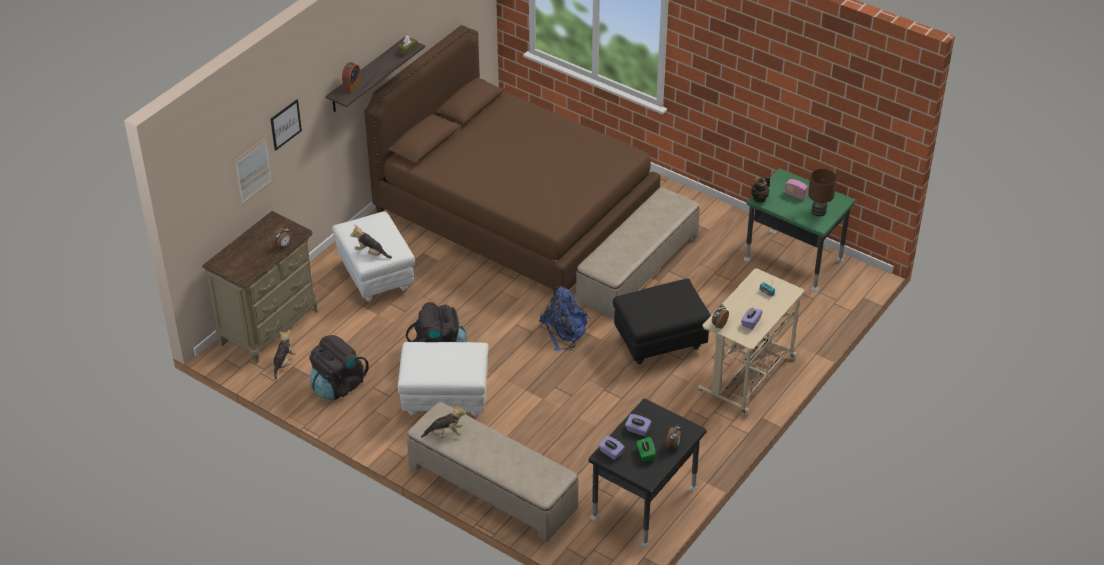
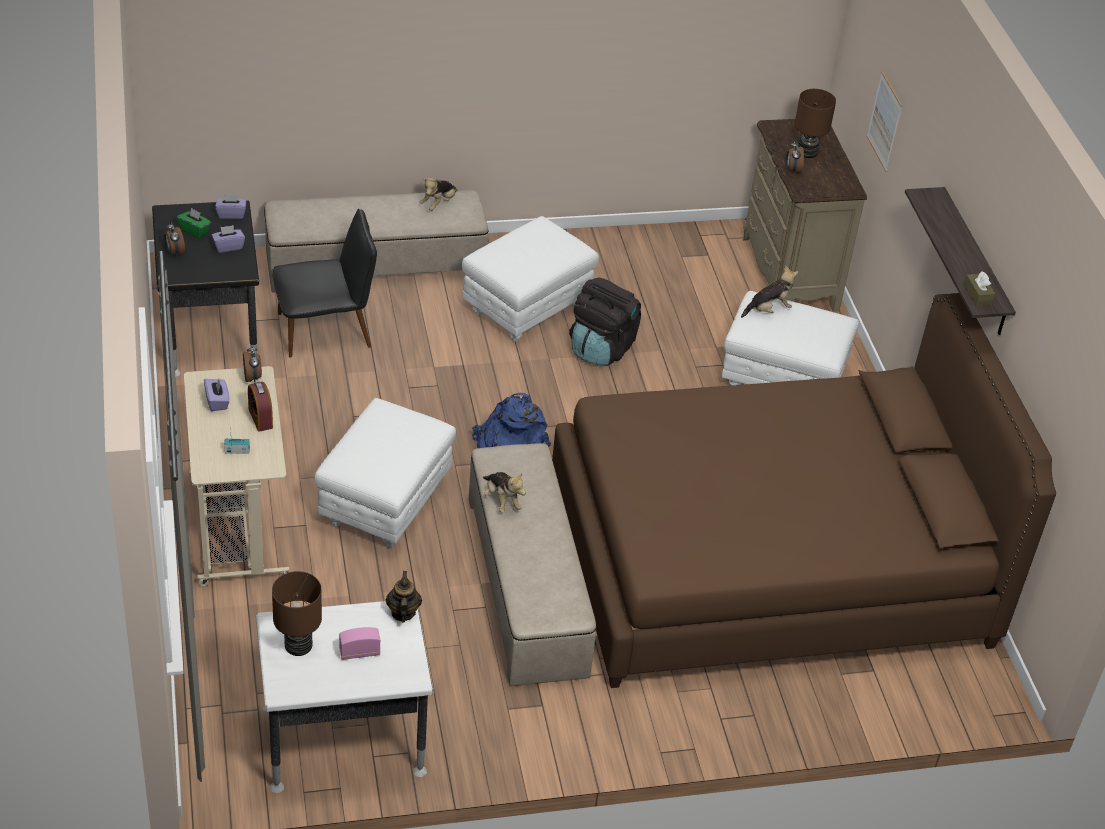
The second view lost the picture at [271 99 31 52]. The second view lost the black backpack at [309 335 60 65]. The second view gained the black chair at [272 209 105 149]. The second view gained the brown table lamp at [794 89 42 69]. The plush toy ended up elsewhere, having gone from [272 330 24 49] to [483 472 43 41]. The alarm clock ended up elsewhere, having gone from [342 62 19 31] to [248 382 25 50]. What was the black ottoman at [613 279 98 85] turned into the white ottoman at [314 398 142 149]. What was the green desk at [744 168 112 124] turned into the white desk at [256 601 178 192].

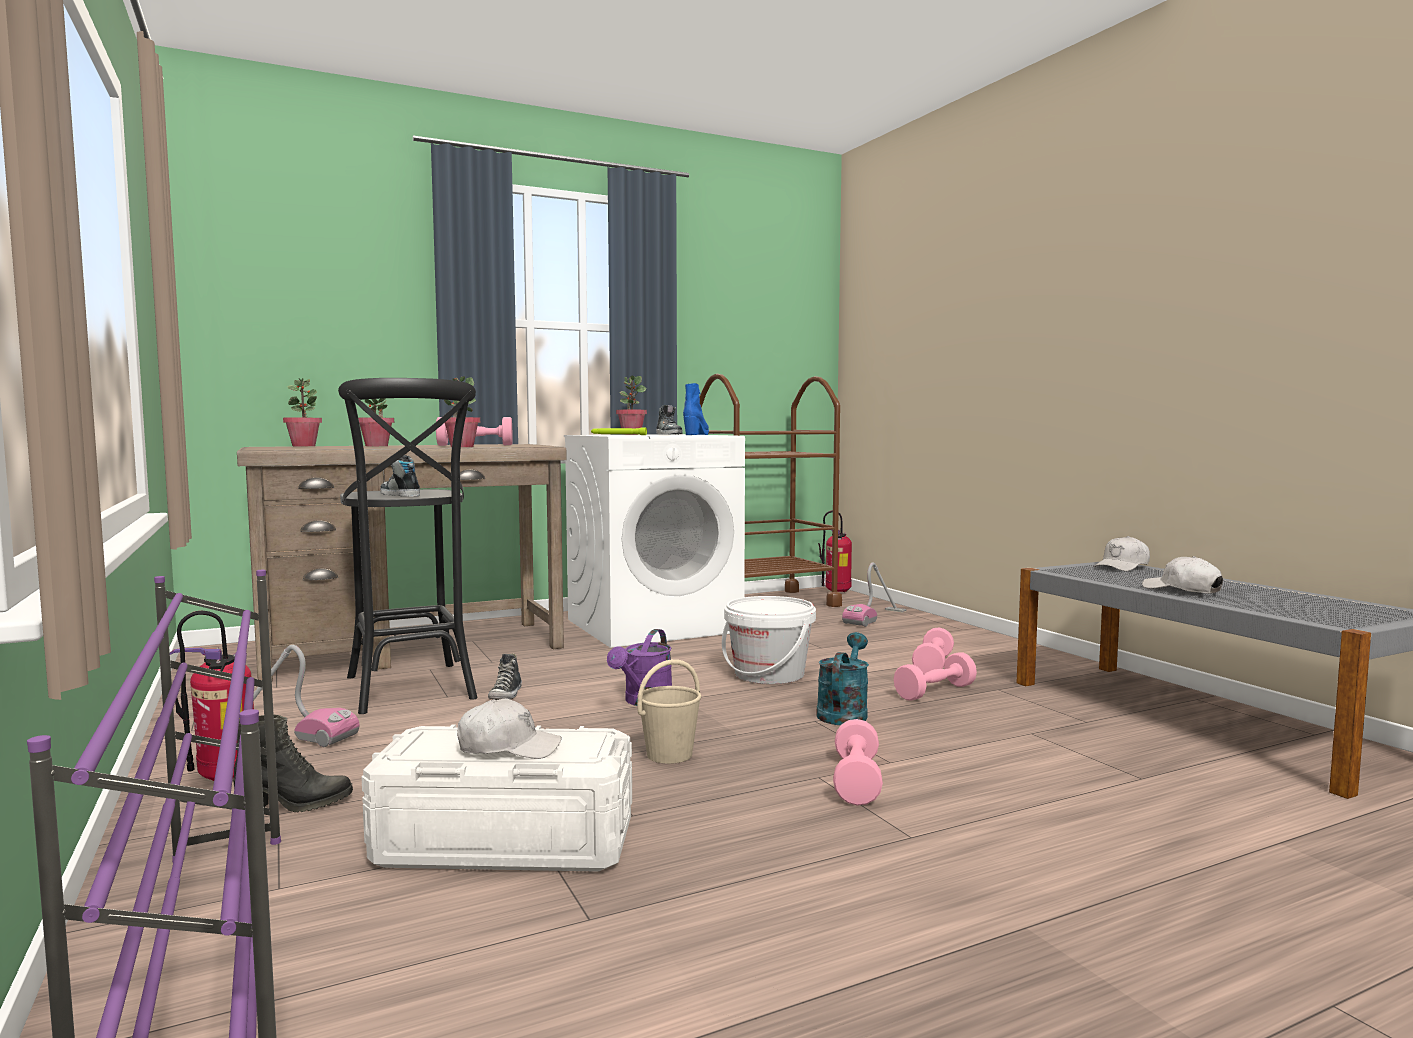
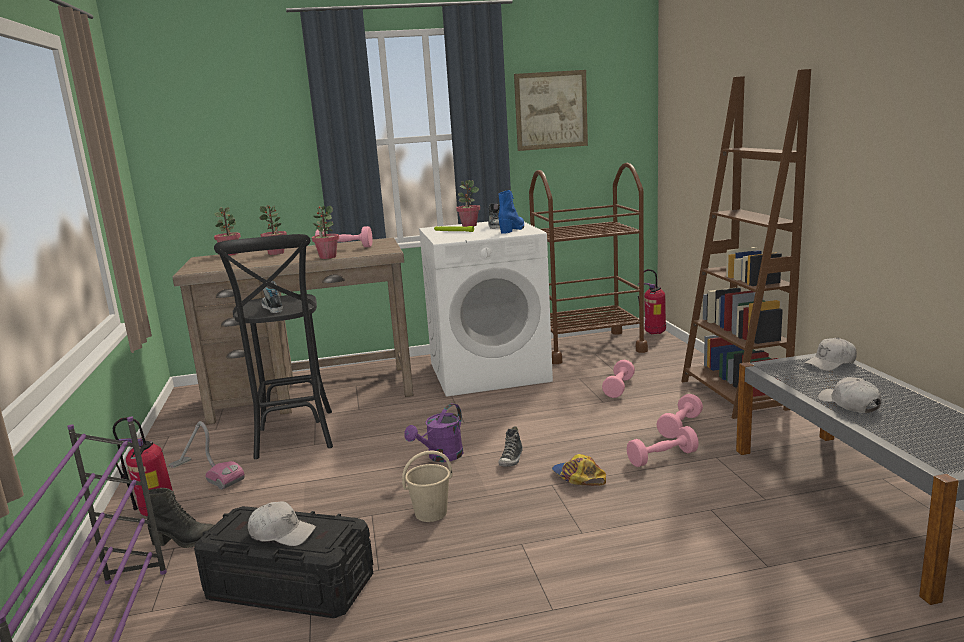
The second view lost the white bucket at [722 596 94 88]. The second view lost the vacuum cleaner at [842 562 64 65]. The second view gained the picture at [514 70 74 81]. The second view gained the brown bookcase at [681 69 130 350]. The shoe ended up elsewhere, having gone from [488 653 34 47] to [498 426 25 41]. The pink dumbbell ended up elsewhere, having gone from [833 719 50 87] to [602 360 33 38]. Where the turquoise watering can stood at [816 632 53 93], the cap came to stand at [552 454 54 32]. What was the white storage box at [362 725 270 147] turned into the black storage box at [194 506 179 112].

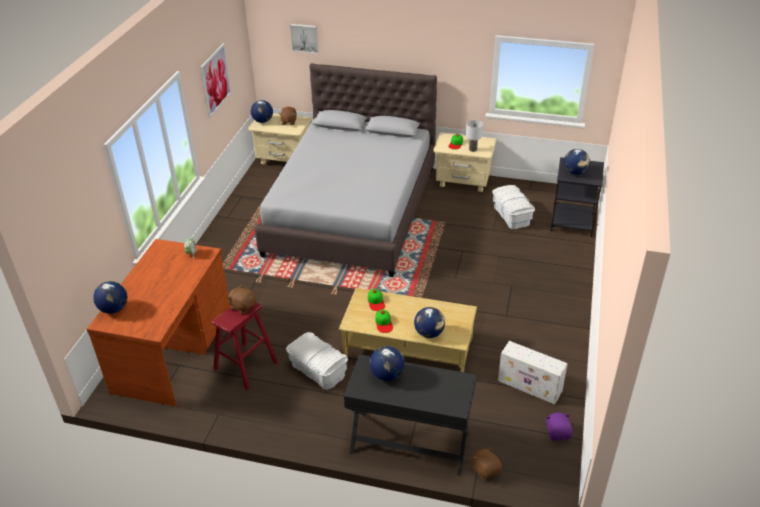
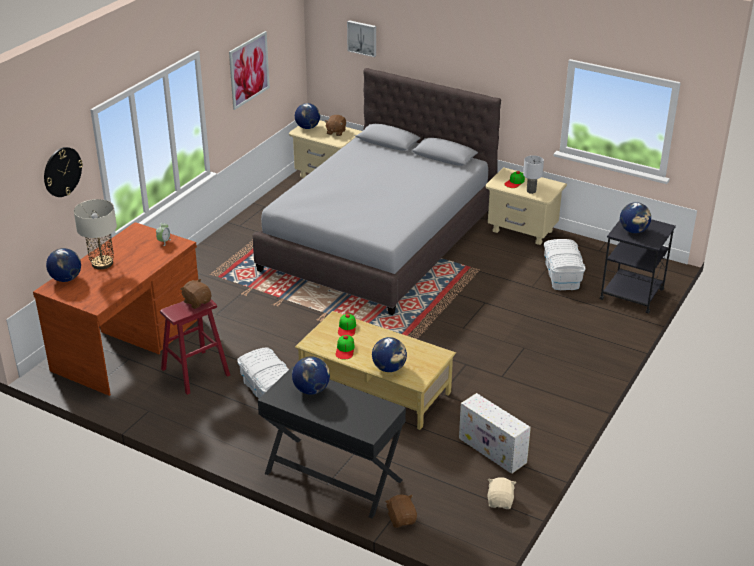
The second view gained the wall clock at [44 147 39 50]. The second view gained the table lamp at [74 199 43 71]. What was the purple plush toy at [546 413 27 28] turned into the beige plush toy at [488 477 28 32].

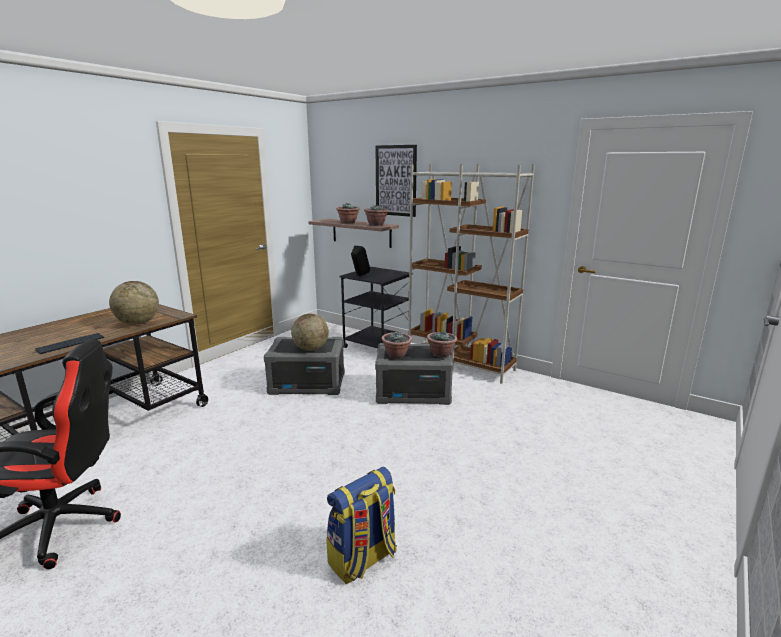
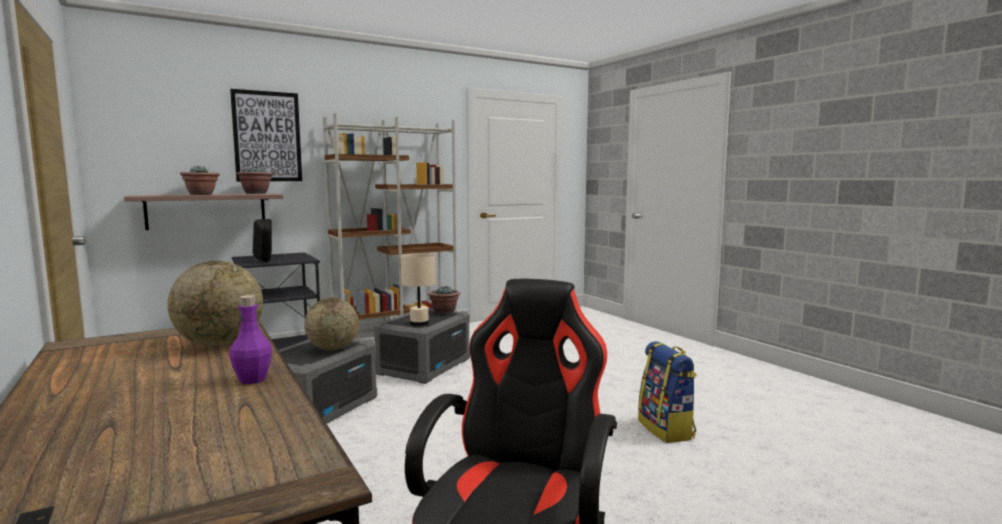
Where the keyboard stood at [35 333 69 21], the purple bottle came to stand at [229 295 43 89]. Where the potted plant stood at [382 332 30 27], the beige table lamp came to stand at [401 253 35 73].

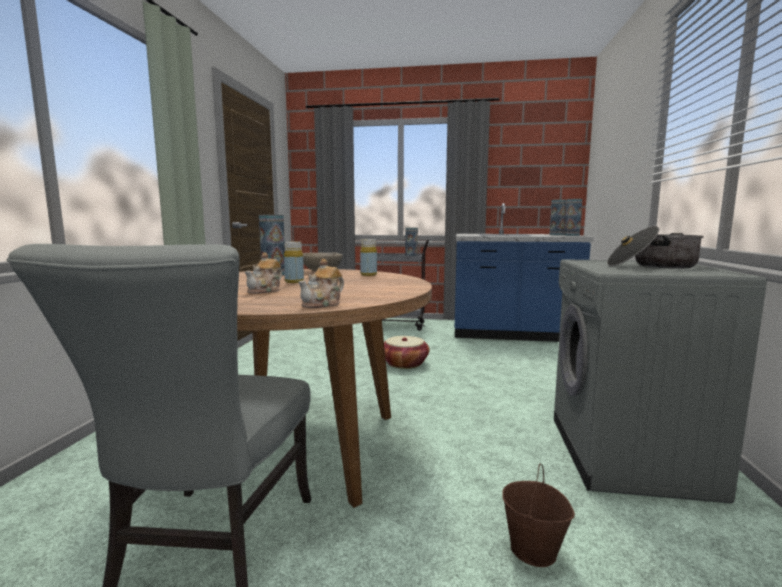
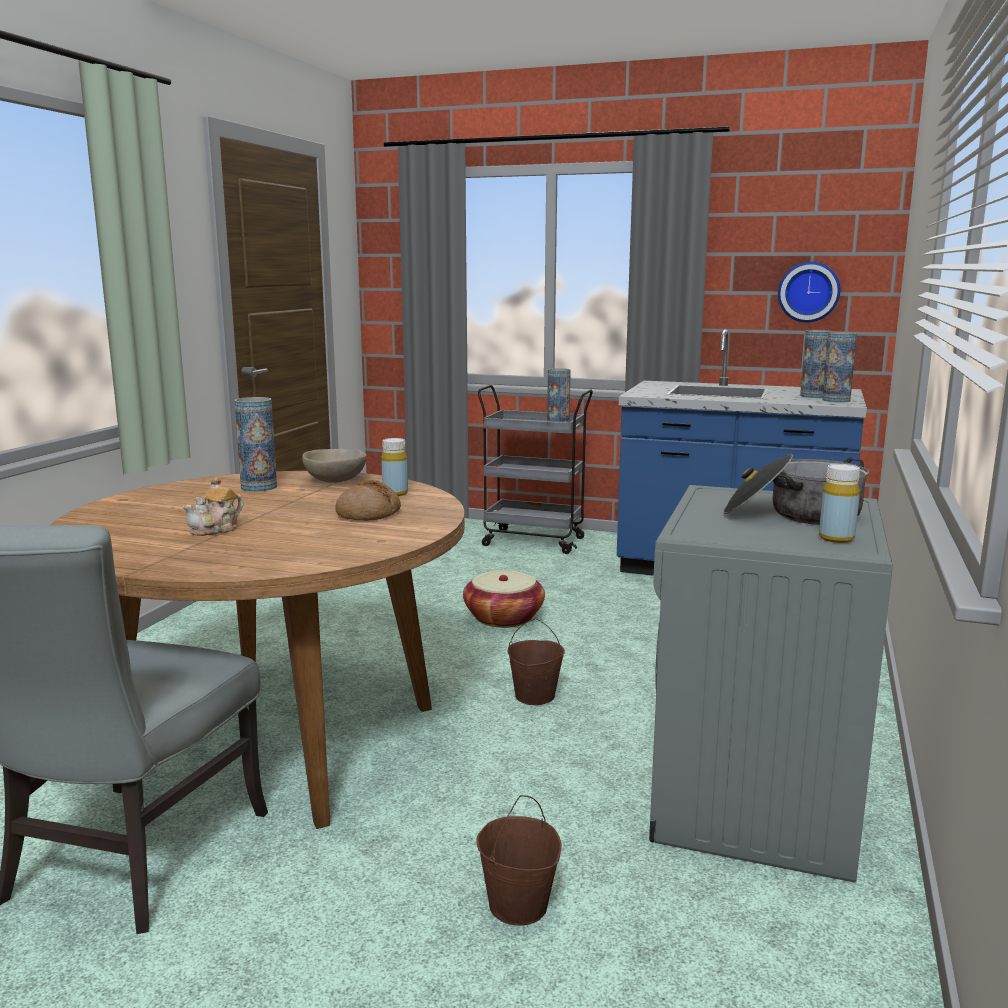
The second view lost the teapot at [298 259 46 49]. The second view gained the bread at [335 480 66 41]. The second view gained the brown bucket at [507 619 58 86]. The second view gained the wall clock at [778 262 62 60]. The yellow bottle ended up elsewhere, having gone from [284 241 20 42] to [819 464 41 79].

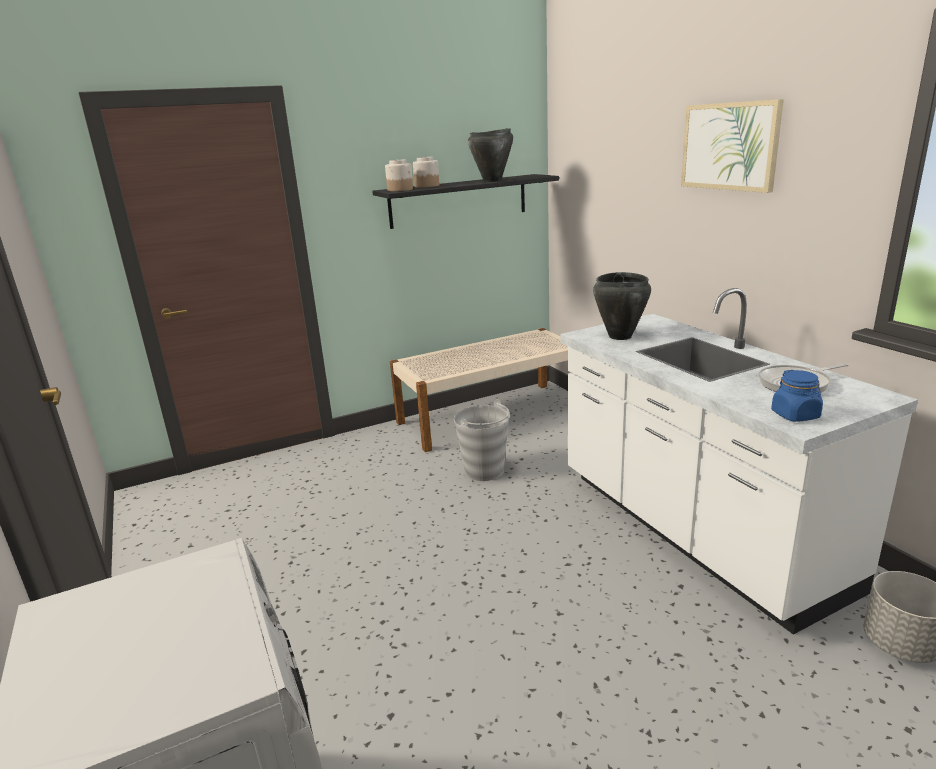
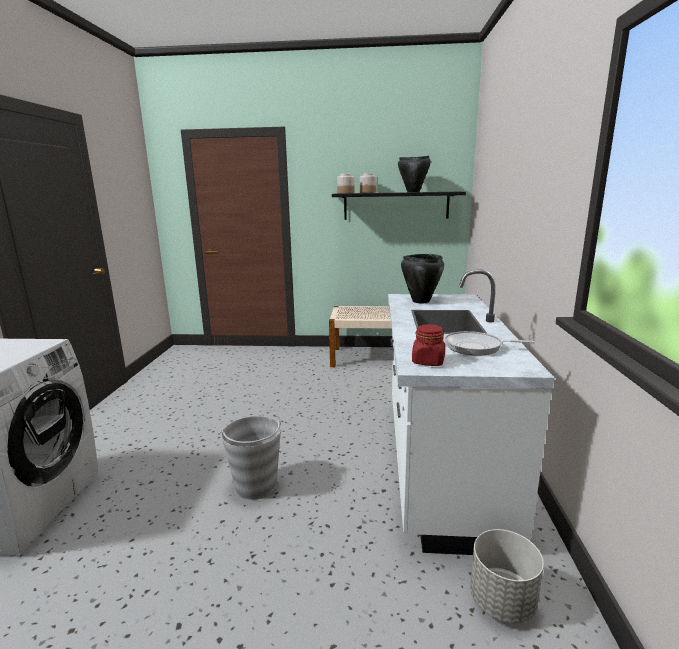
The second view lost the picture at [681 99 103 94]. The grey bucket ended up elsewhere, having gone from [454 399 56 82] to [218 416 65 84]. What was the blue jar at [771 370 52 52] turned into the red jar at [412 324 33 42].

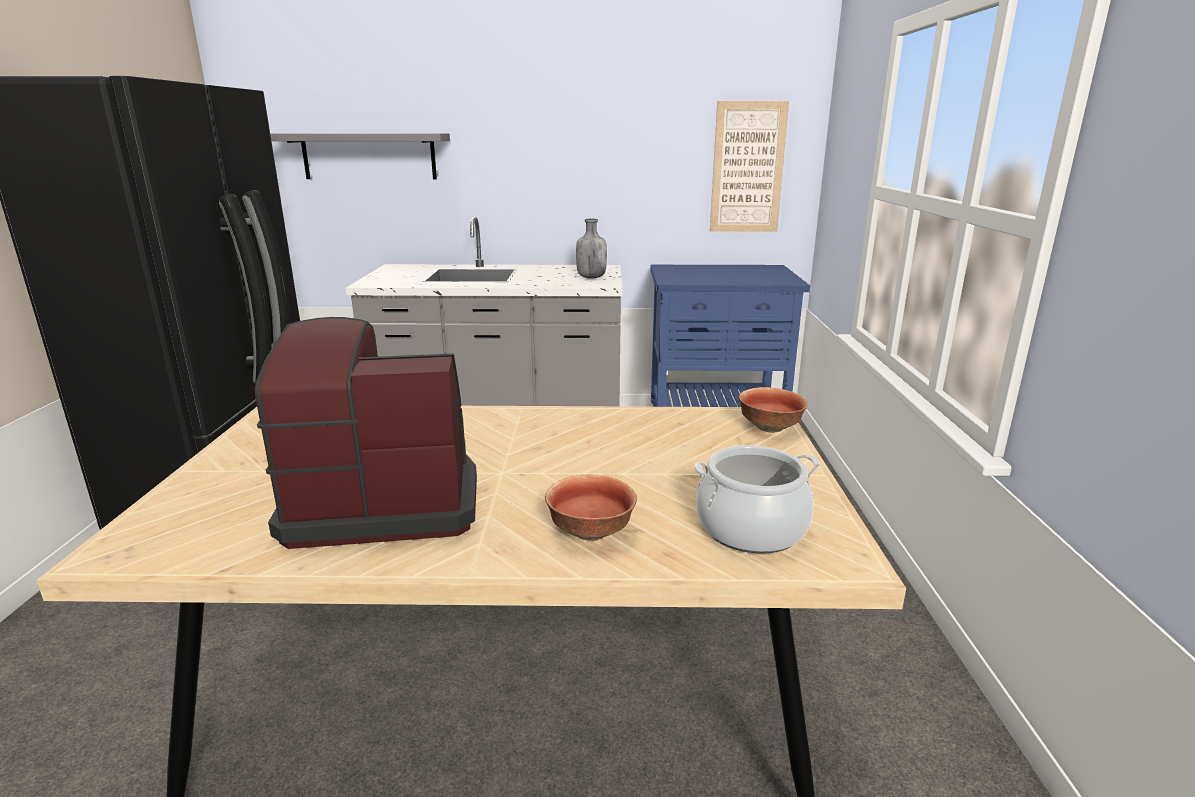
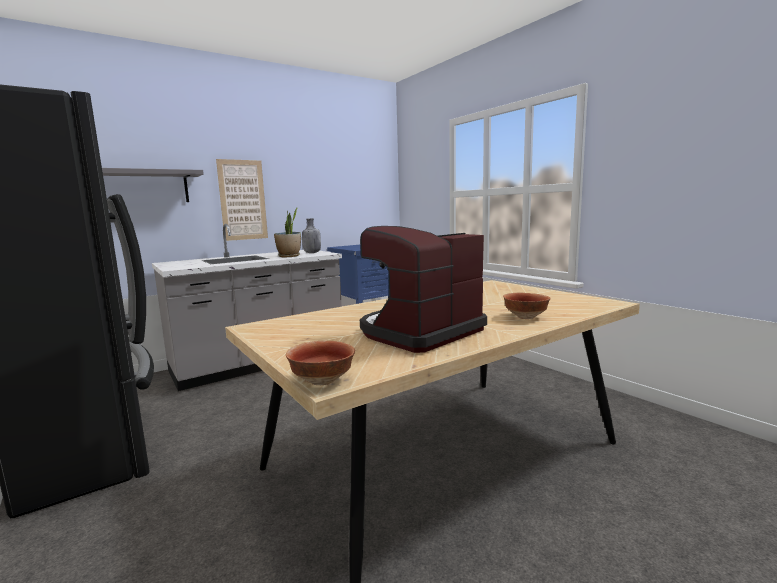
The second view lost the cooking pot at [694 445 126 109]. The second view gained the potted plant at [274 207 27 50]. The picture ended up elsewhere, having gone from [710 101 79 131] to [216 159 52 82]. The bowl ended up elsewhere, having gone from [739 387 69 46] to [286 341 69 44].

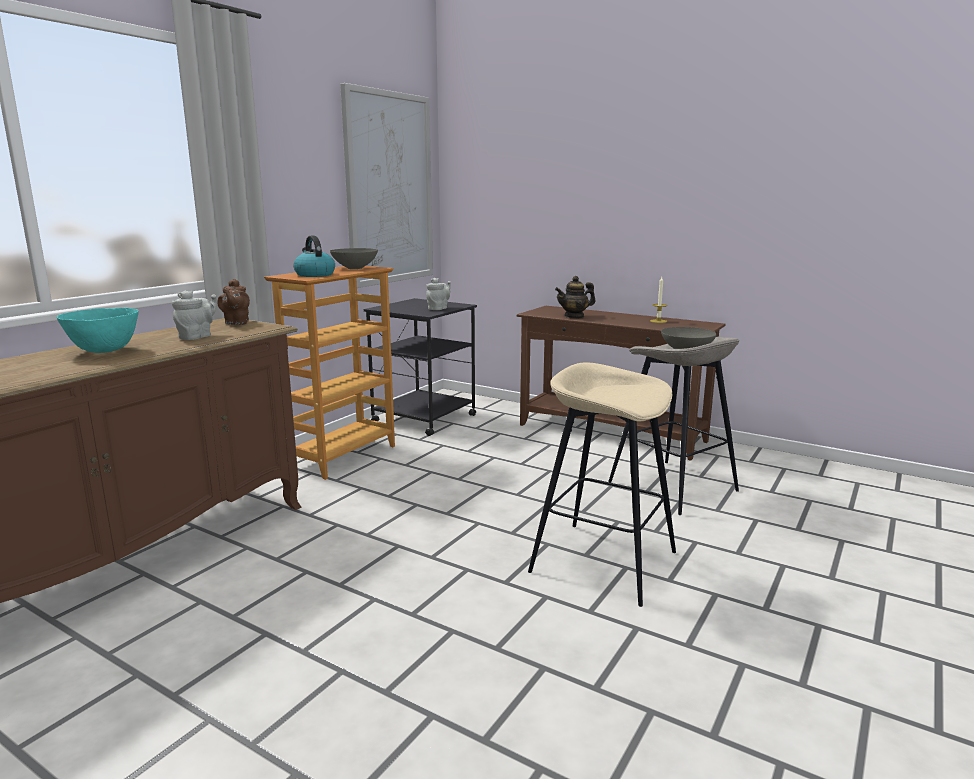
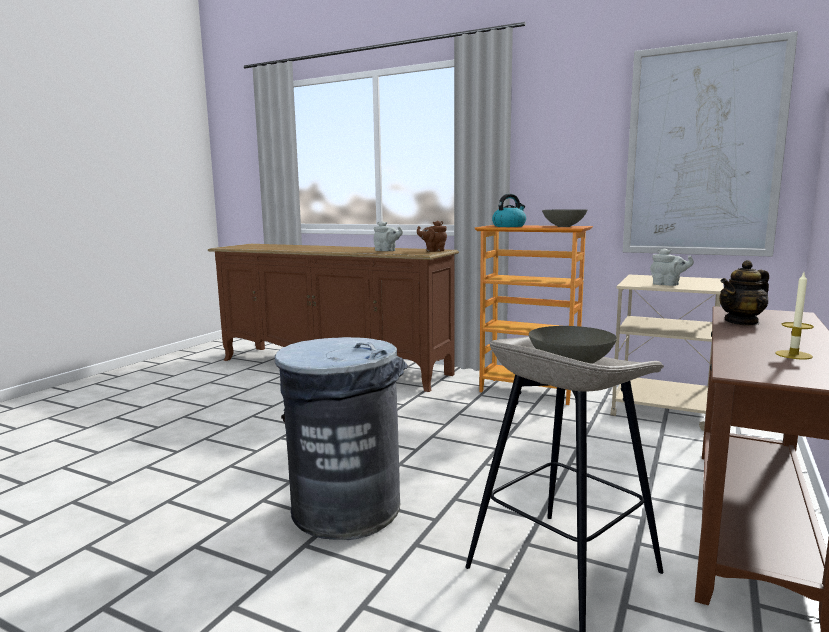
The second view lost the turquoise bowl at [57 308 82 45]. Where the beige stool stood at [528 362 148 245], the grey trash can came to stand at [275 337 133 203]. What was the black cart at [364 298 113 138] turned into the beige cart at [611 275 113 156]. The teapot at [555 276 40 43] ended up facing another way, 90 degrees counterclockwise from before.

